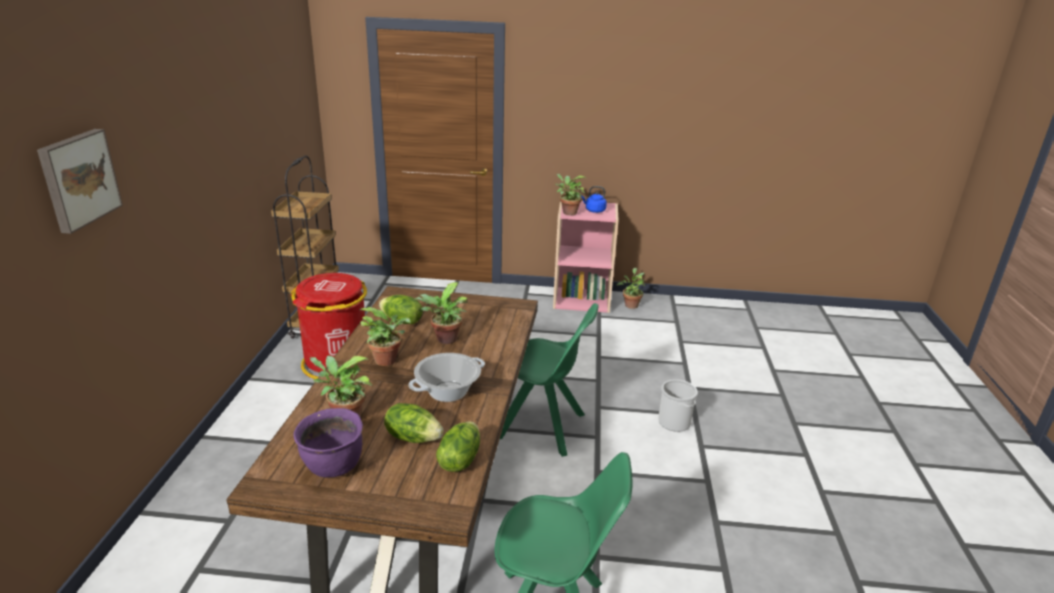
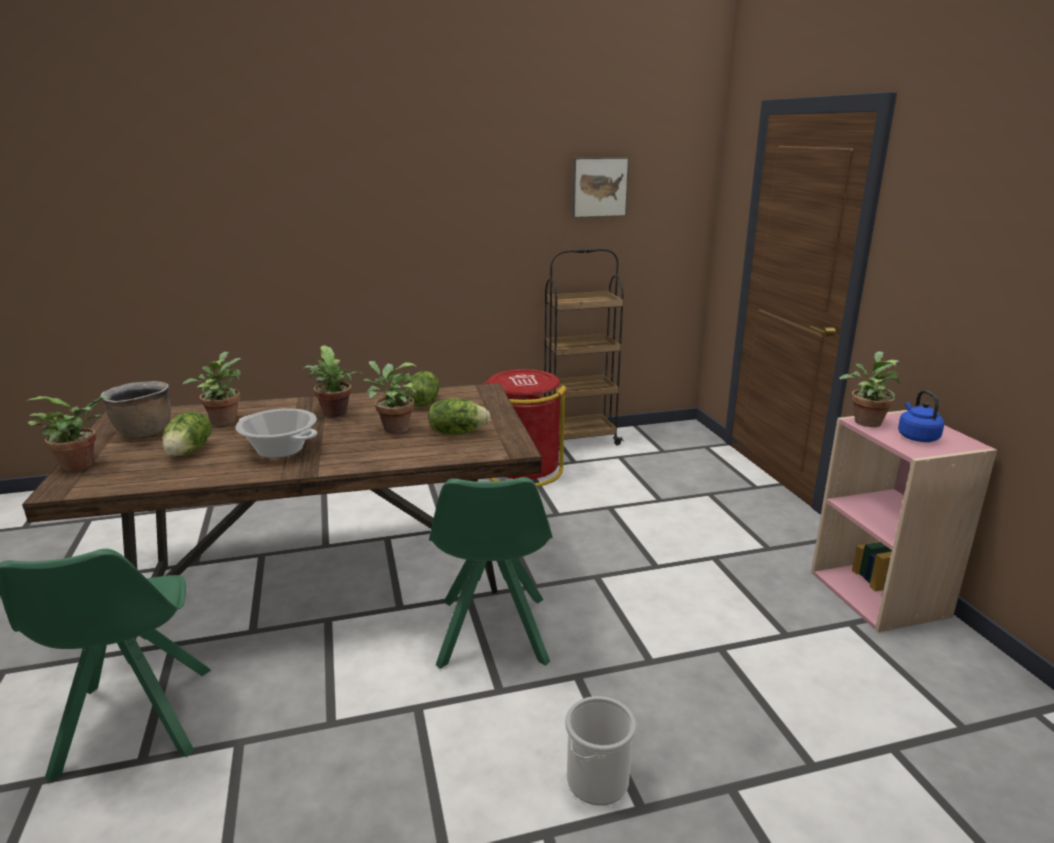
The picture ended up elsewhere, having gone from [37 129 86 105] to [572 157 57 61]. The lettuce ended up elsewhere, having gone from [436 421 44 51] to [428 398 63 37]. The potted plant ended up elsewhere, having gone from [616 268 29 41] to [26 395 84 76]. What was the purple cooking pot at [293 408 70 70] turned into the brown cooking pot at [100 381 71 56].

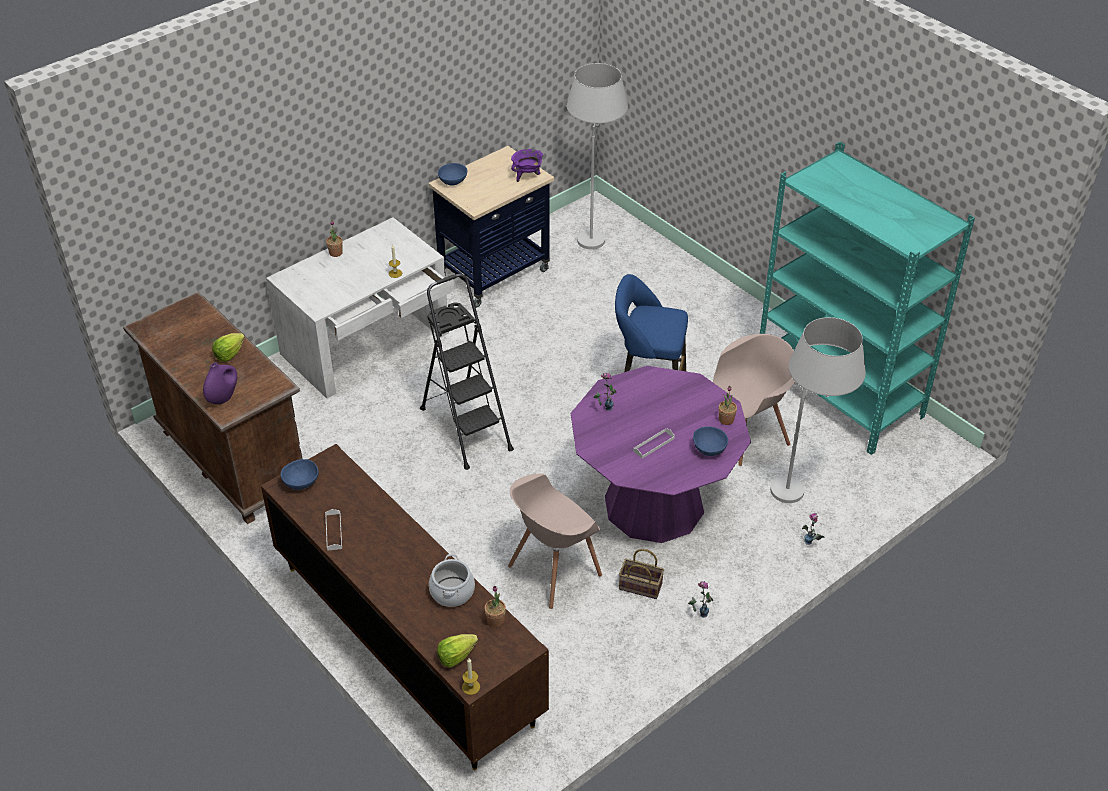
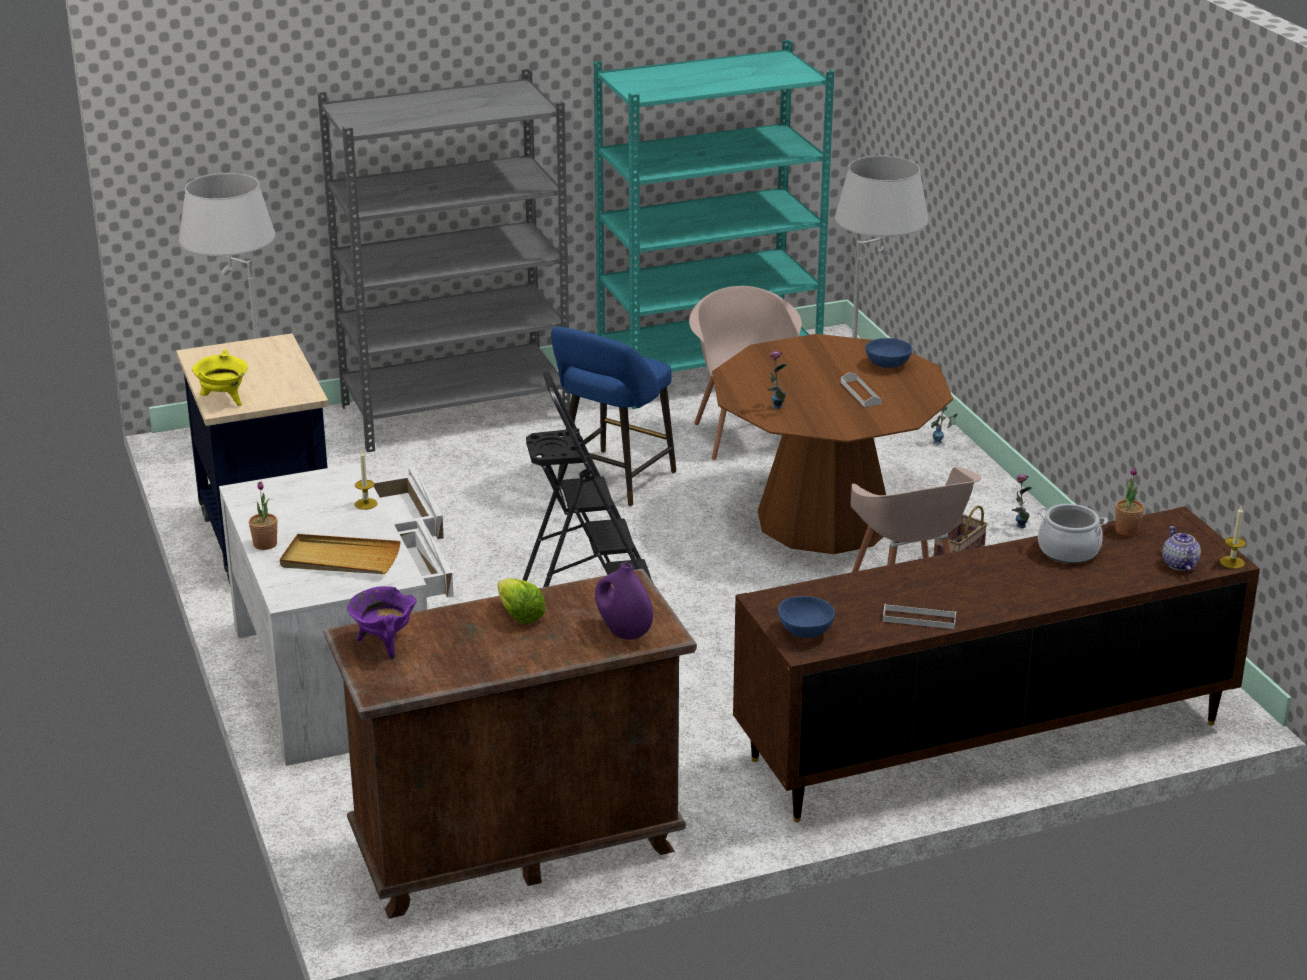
The second view lost the potted plant at [719 386 18 39]. The second view gained the beige tray at [280 534 120 40]. The second view gained the grey bookcase at [318 69 253 384]. The purple cooking pot ended up elsewhere, having gone from [511 149 32 33] to [347 586 70 73]. Where the lettuce stood at [437 634 41 34], the teapot came to stand at [1162 526 39 45]. Where the blue bowl stood at [438 163 30 23], the yellow cooking pot came to stand at [192 349 56 57]. What was the purple dining table at [571 366 180 177] turned into the brown dining table at [712 334 241 220].

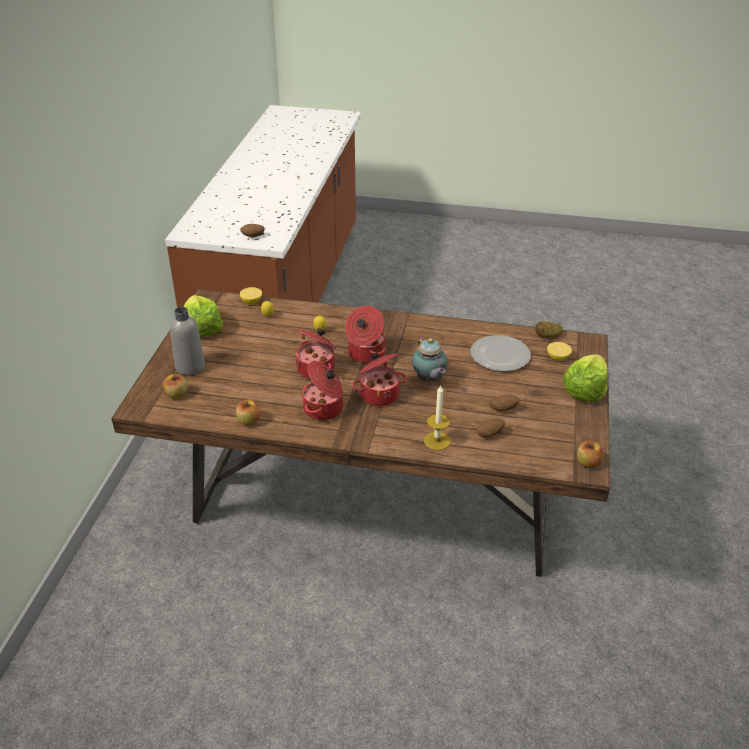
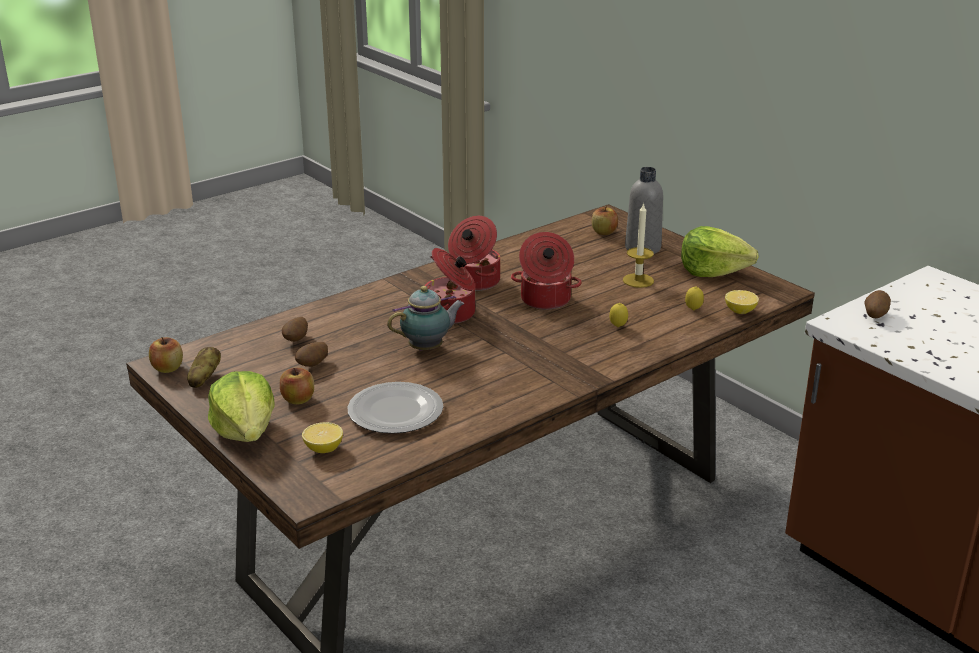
The second view lost the cooking pot at [345 306 41 57]. The apple ended up elsewhere, having gone from [236 400 24 26] to [280 368 34 37]. The candle ended up elsewhere, having gone from [424 385 27 65] to [623 202 31 86]. The potato ended up elsewhere, having gone from [535 321 28 18] to [187 347 34 41]. The teapot at [412 337 36 45] ended up facing another way, 135 degrees clockwise from before.

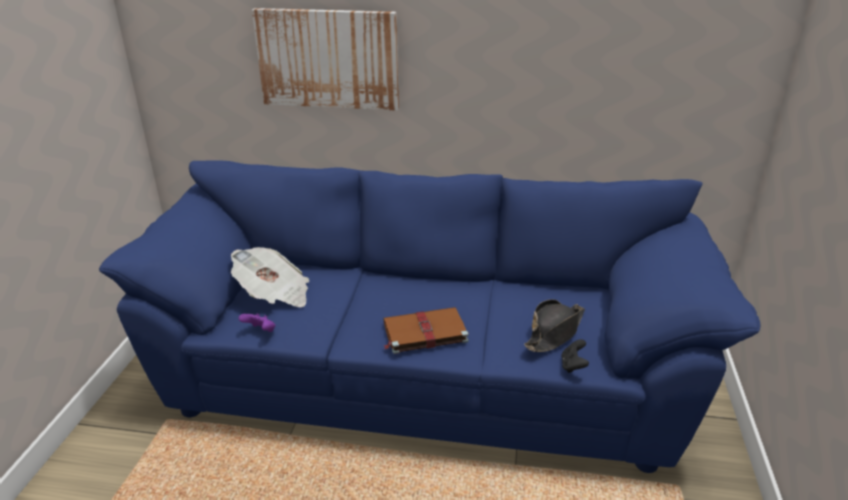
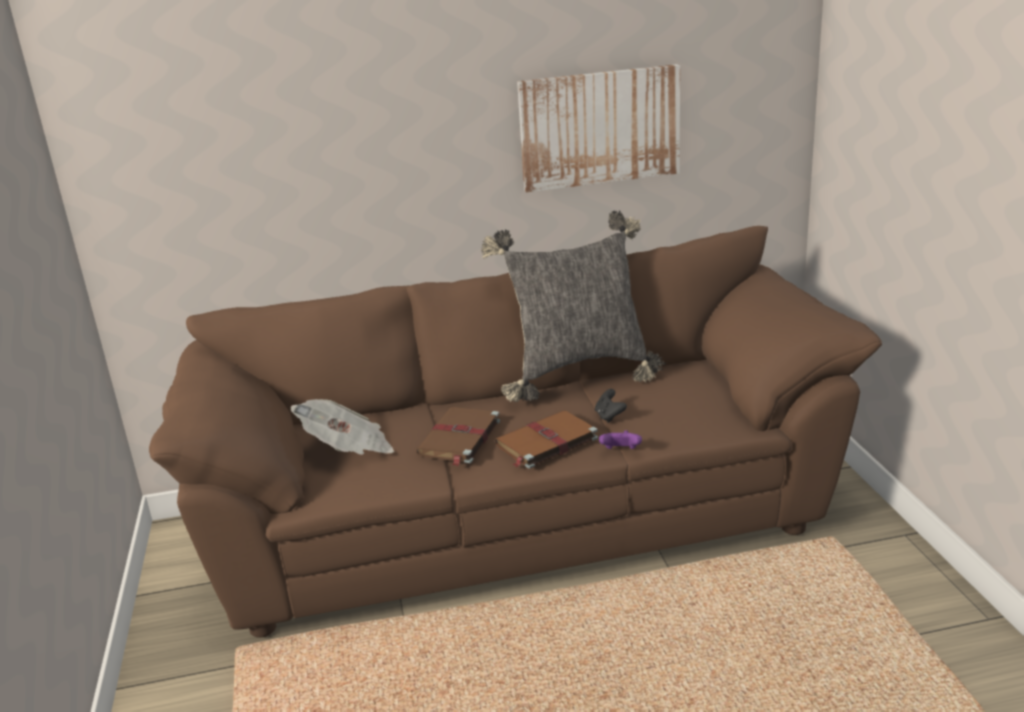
The second view lost the black hat at [524 299 61 53]. The second view gained the brown book at [416 407 84 59]. The second view gained the pillow at [480 211 186 191]. The purple game controller ended up elsewhere, having gone from [238 313 37 19] to [599 431 43 18]. The picture ended up elsewhere, having gone from [252 8 147 103] to [517 64 163 128]. The black game controller ended up elsewhere, having gone from [561 339 28 34] to [595 389 32 34]. What was the blue sofa at [99 160 661 313] turned into the brown sofa at [149 226 733 412].

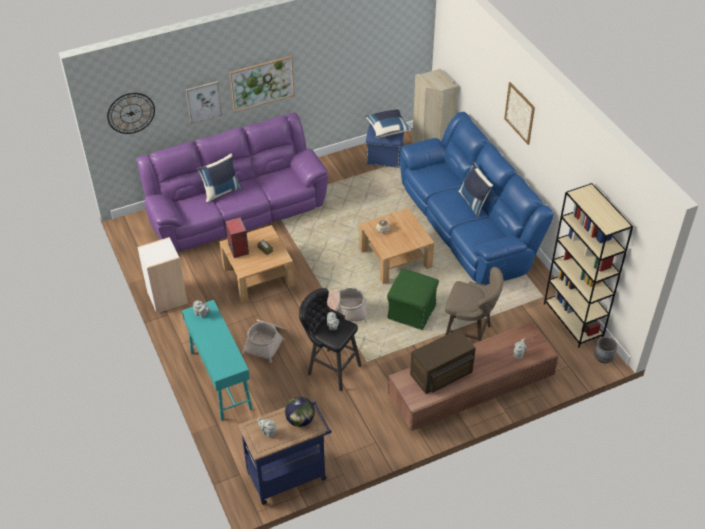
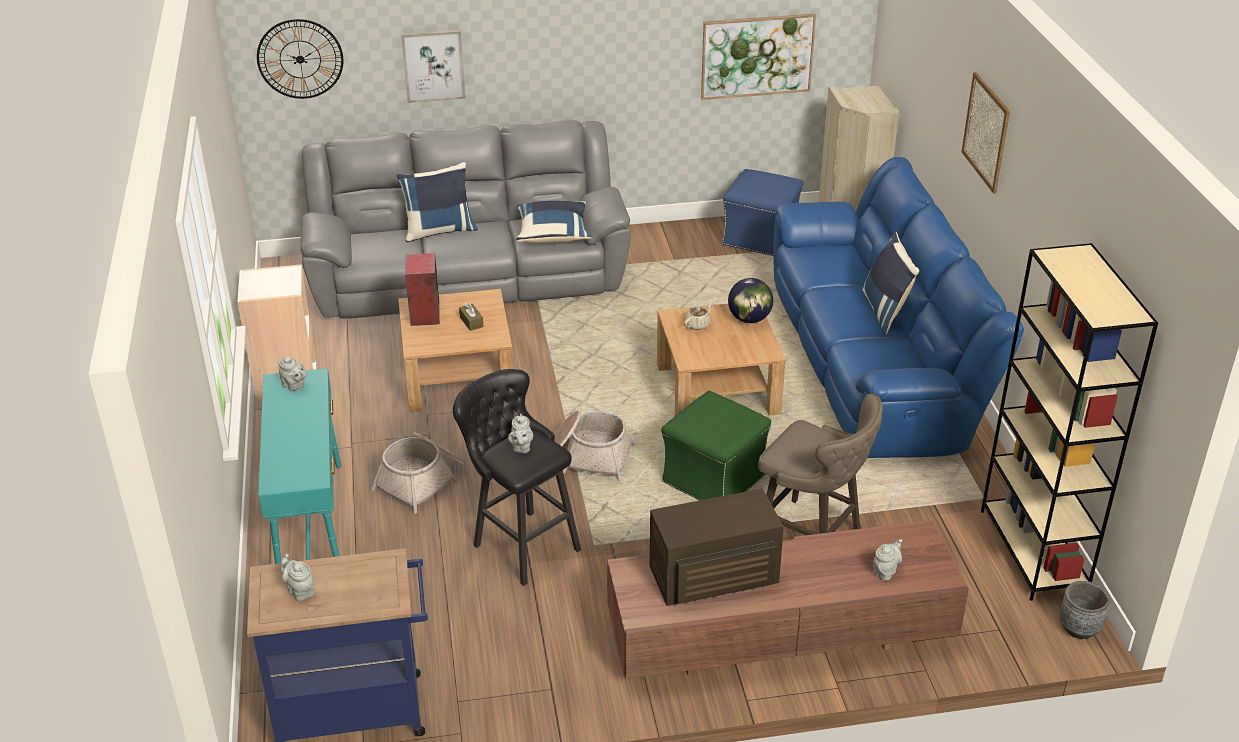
The picture ended up elsewhere, having gone from [230 56 65 56] to [701 14 115 86]. The globe ended up elsewhere, having gone from [285 397 30 30] to [728 278 45 45]. The blue pillow ended up elsewhere, having gone from [365 108 48 30] to [516 201 76 42]. What was the purple sofa at [137 113 191 139] turned into the grey sofa at [300 120 331 199].

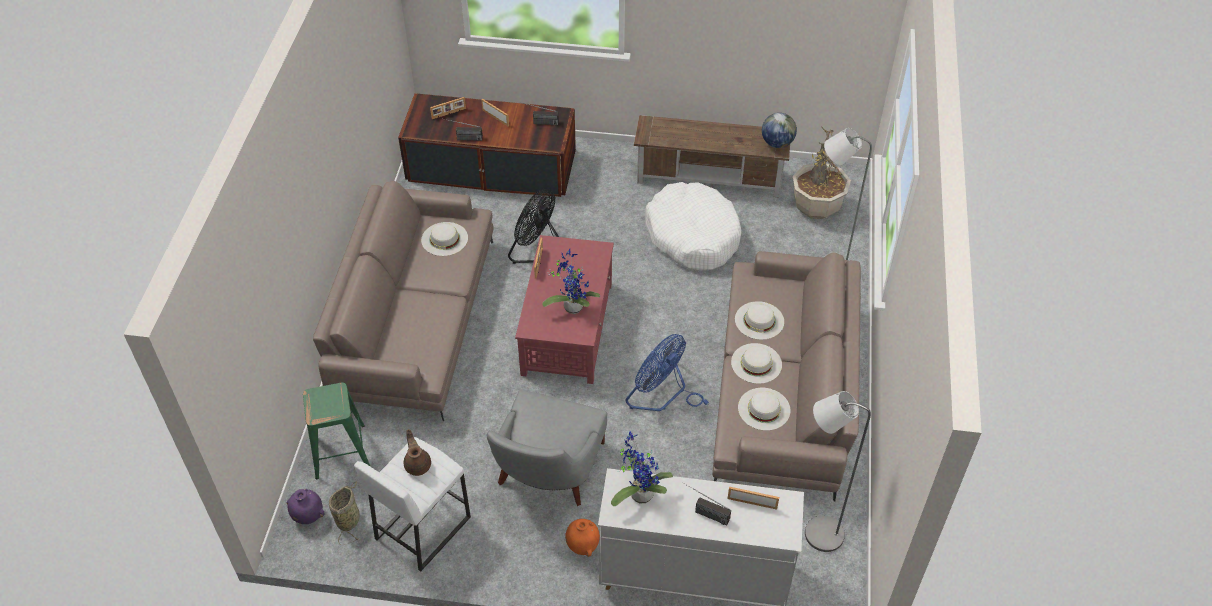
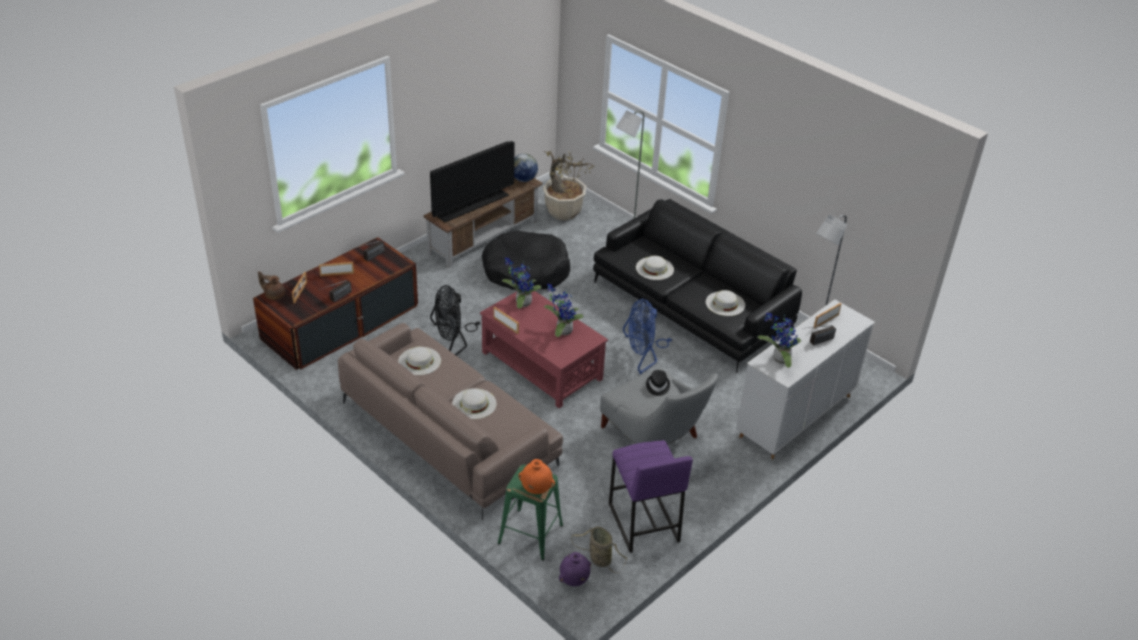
The second view gained the television at [430 141 85 81]. The second view gained the potted plant at [502 258 39 50]. The second view gained the black hat at [646 370 24 26]. The brown teapot ended up elsewhere, having gone from [404 429 27 47] to [258 271 27 29]. The orange vase ended up elsewhere, having gone from [565 519 35 38] to [518 459 37 35]. The white hat ended up elsewhere, having gone from [731 343 51 41] to [452 388 45 31]. What was the white stool at [354 437 117 135] turned into the purple stool at [609 440 84 113]. What was the white dog bed at [645 182 97 89] turned into the black dog bed at [482 231 88 59]. What was the beige sofa at [712 251 149 250] turned into the black sofa at [593 199 209 174].

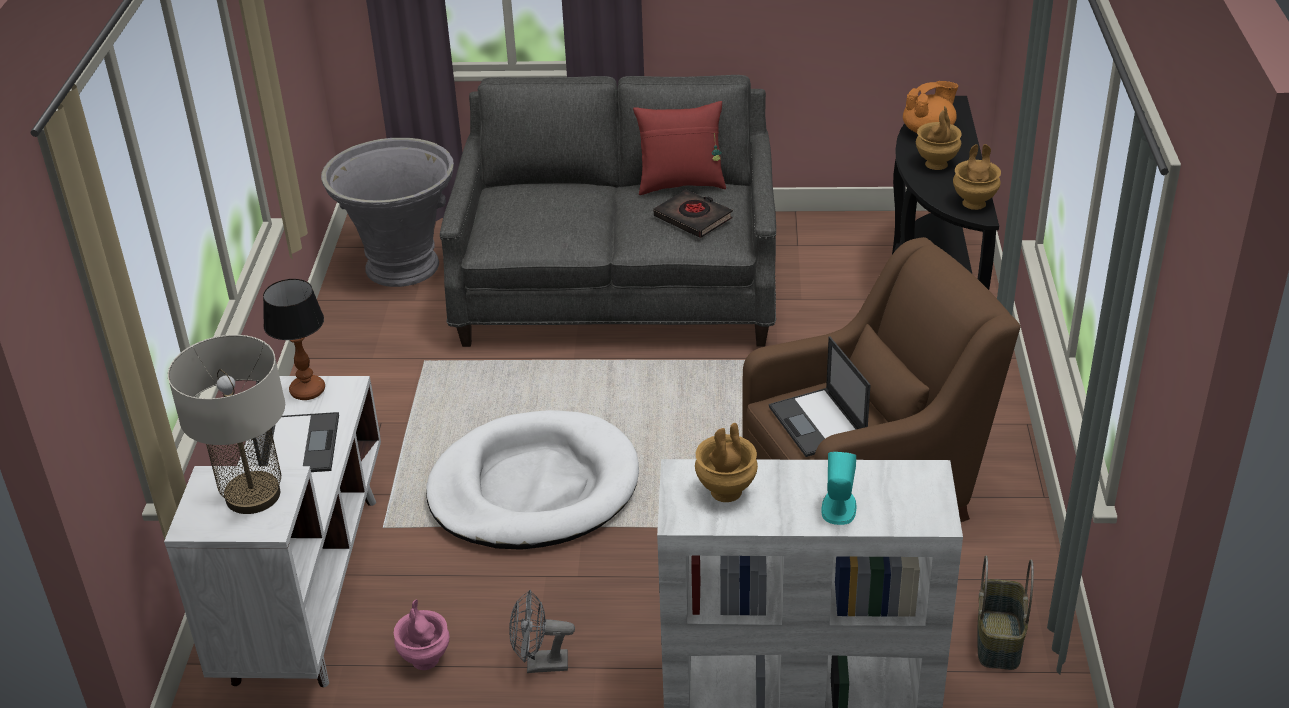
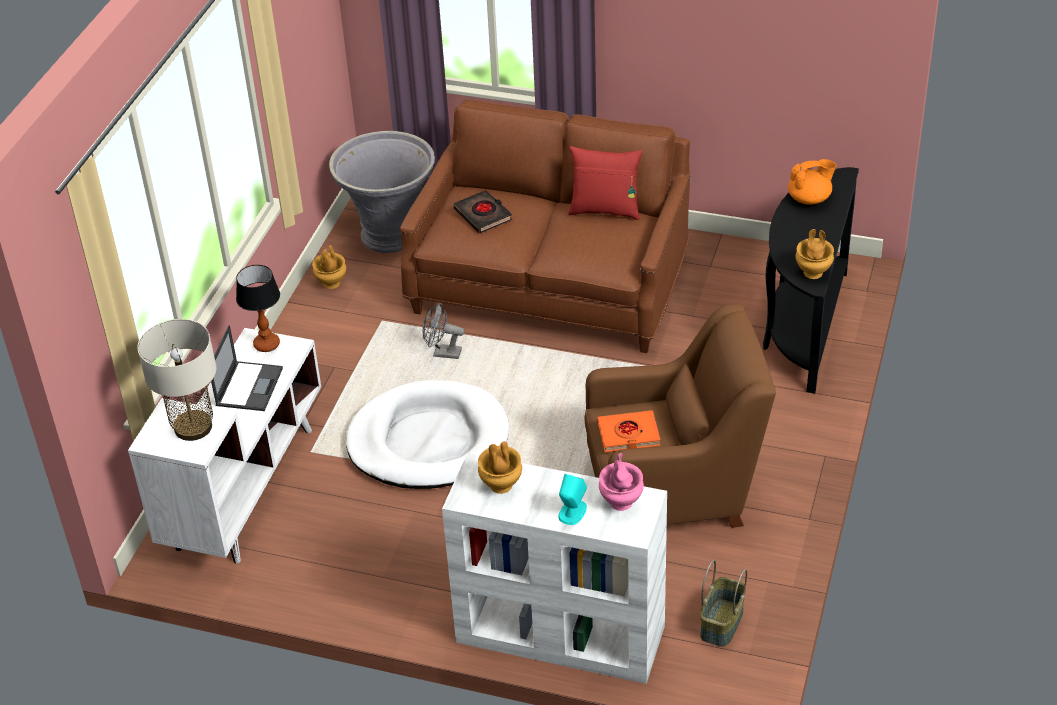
The pink vase ended up elsewhere, having gone from [394 600 56 70] to [599 453 45 58]. The grey fan ended up elsewhere, having gone from [509 590 66 83] to [423 303 42 56]. The black book ended up elsewhere, having gone from [654 190 79 48] to [454 190 58 44]. The brown vase ended up elsewhere, having gone from [916 106 46 64] to [312 245 34 44]. Where the laptop stood at [769 336 102 121], the orange book came to stand at [597 410 64 43]. What was the grey sofa at [440 75 336 272] turned into the brown sofa at [400 99 291 254].

